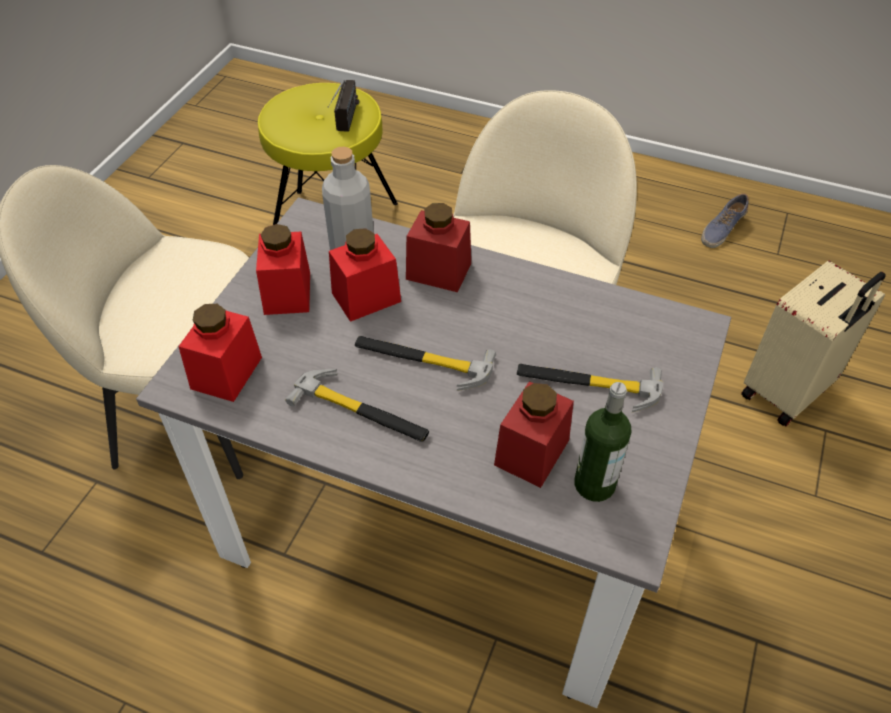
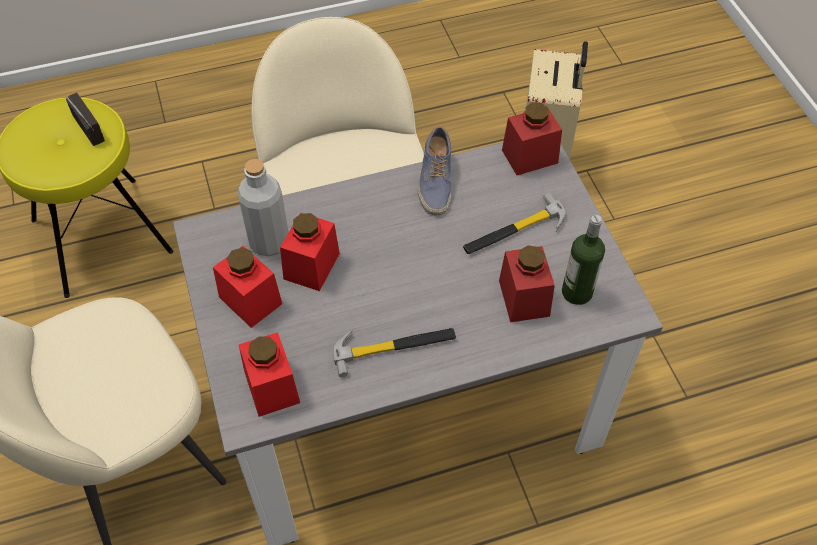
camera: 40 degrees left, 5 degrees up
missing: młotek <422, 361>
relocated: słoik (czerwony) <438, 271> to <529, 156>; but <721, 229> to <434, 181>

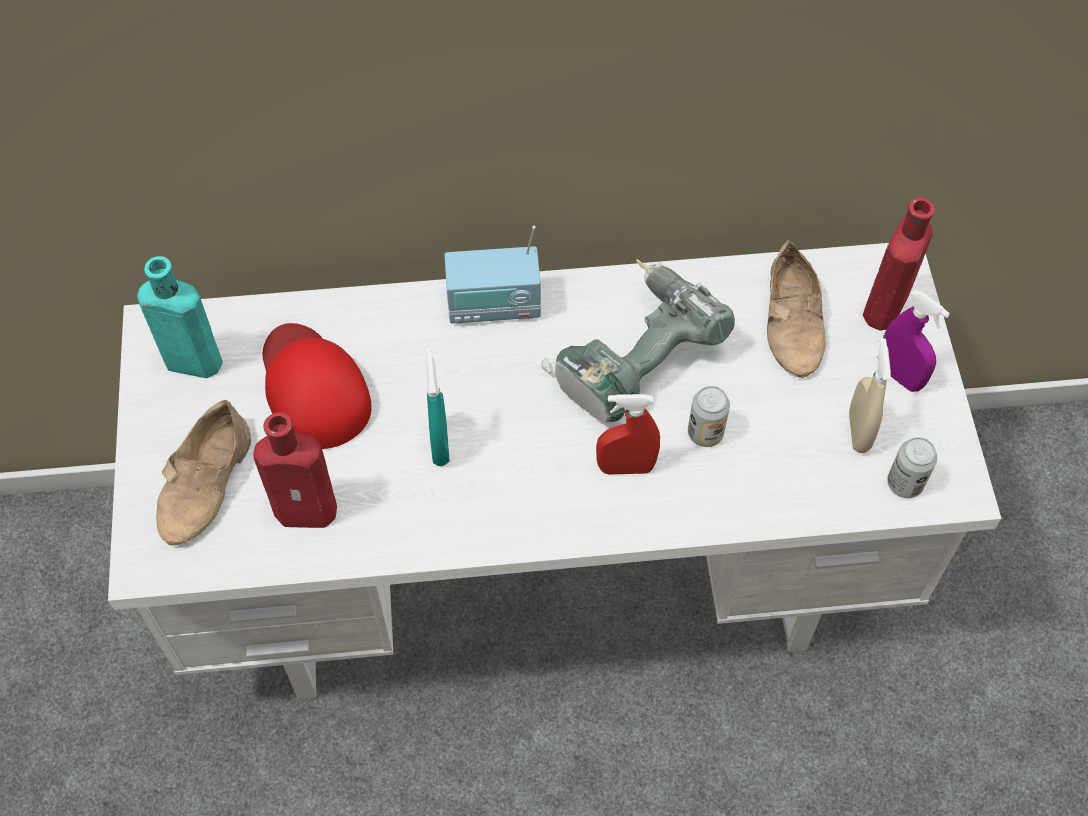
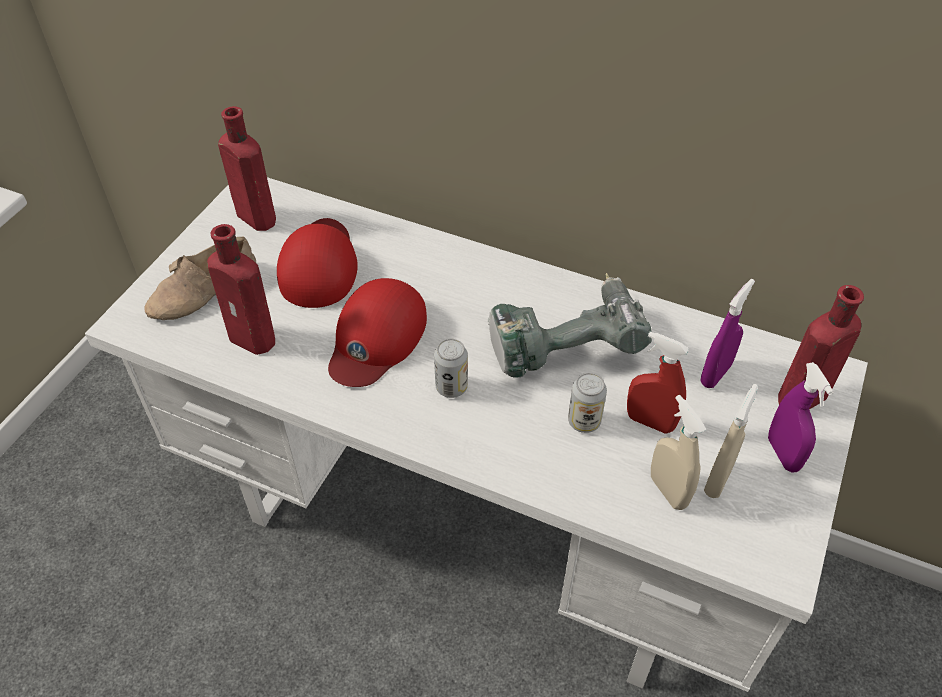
camera: 30 degrees right, 10 degrees down
missing: radio <494, 306>
appeared: spryskiwacz (beżowy) <668, 491>
relocated: spryskiwacz (czerwony) <625, 467> to <650, 422>; puszka <905, 483> to <451, 387>
exchanged: spryskiwacz (turkusowy) <440, 444> to czapka z daszkiem (czerwony) <376, 338>; but (beżowy) <795, 320> to spryskiwacz (fioletowy) <715, 374>
colour: butelka (turkusowy) <189, 361> to butelka (czerwony) <254, 216>

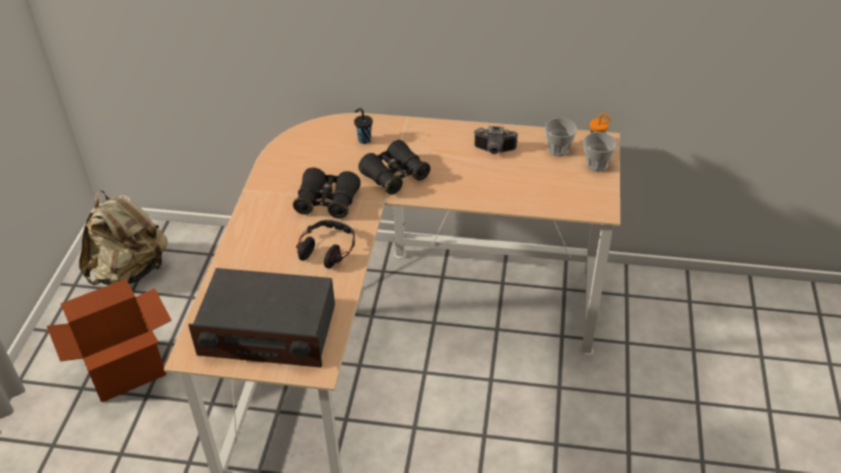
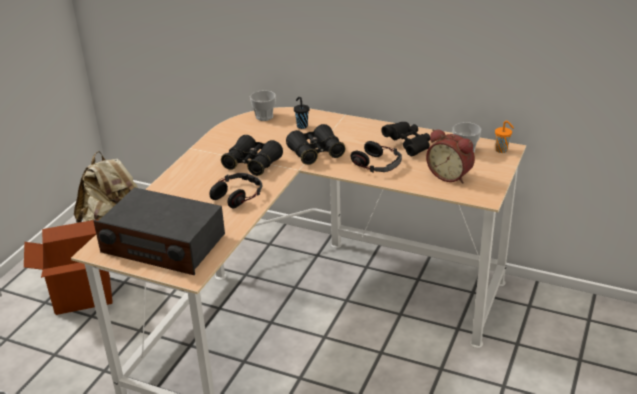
camera: 15 degrees right, 10 degrees down
appeared: słuchawki <377, 164>; budzik <450, 175>
relocated: filiżanka <596, 164> to <264, 116>
exchanged: aparat fotograficzny <494, 151> to lornetka (czarny) <408, 145>

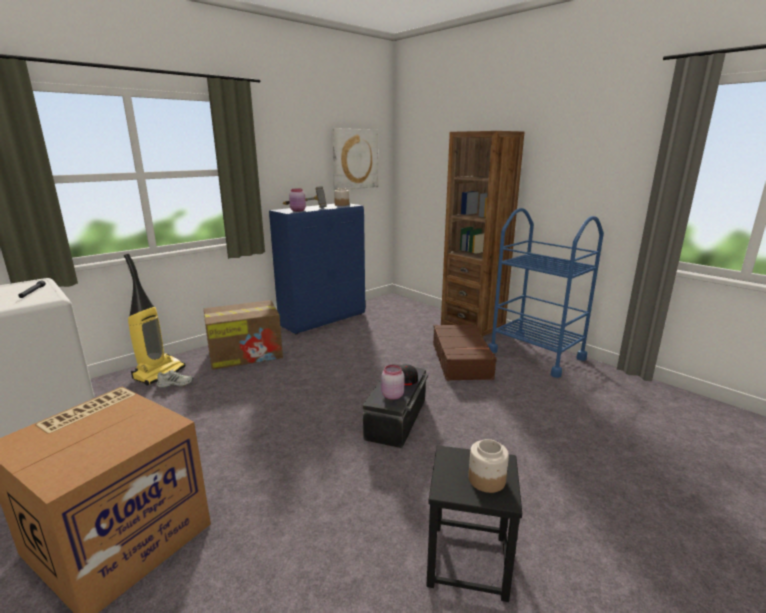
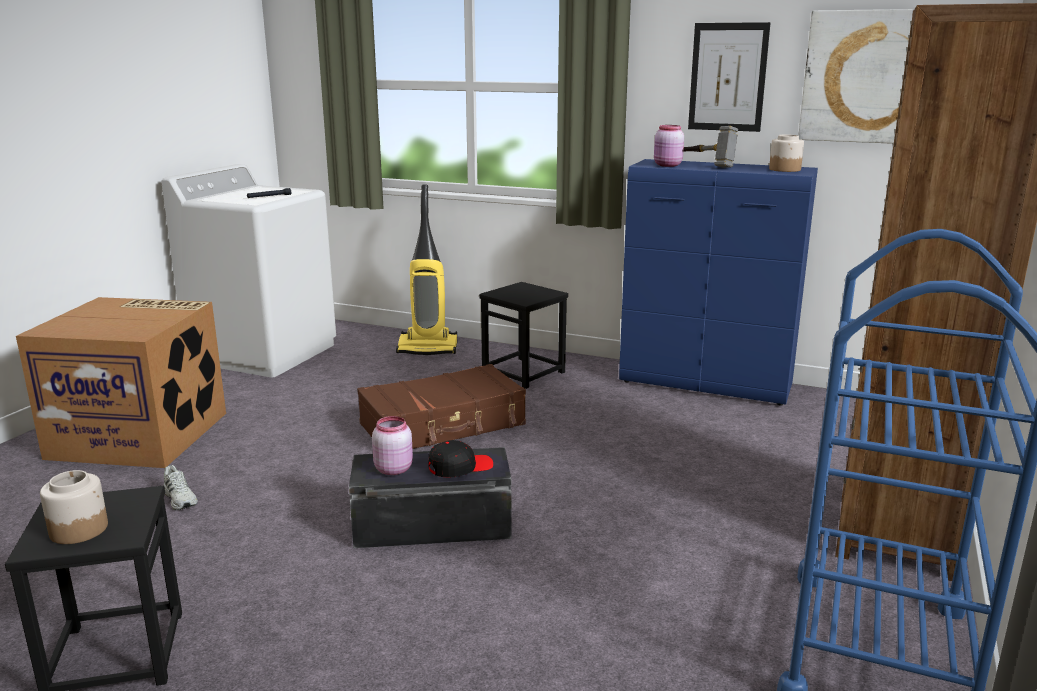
camera: 65 degrees right, 0 degrees up
appeared: obraz <728, 77>
relocated: but (biały) <175, 383> to <180, 498>; walizka (brązowy) <461, 360> to <443, 425>
exchanged: karton <246, 354> to stołek (czarny) <524, 372>

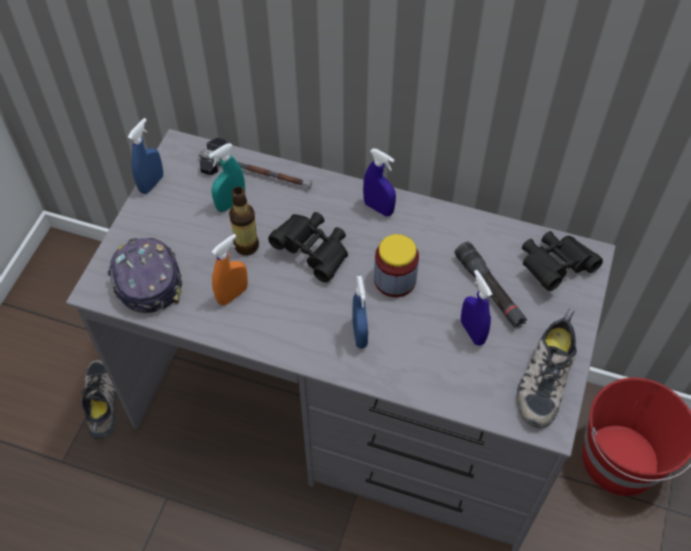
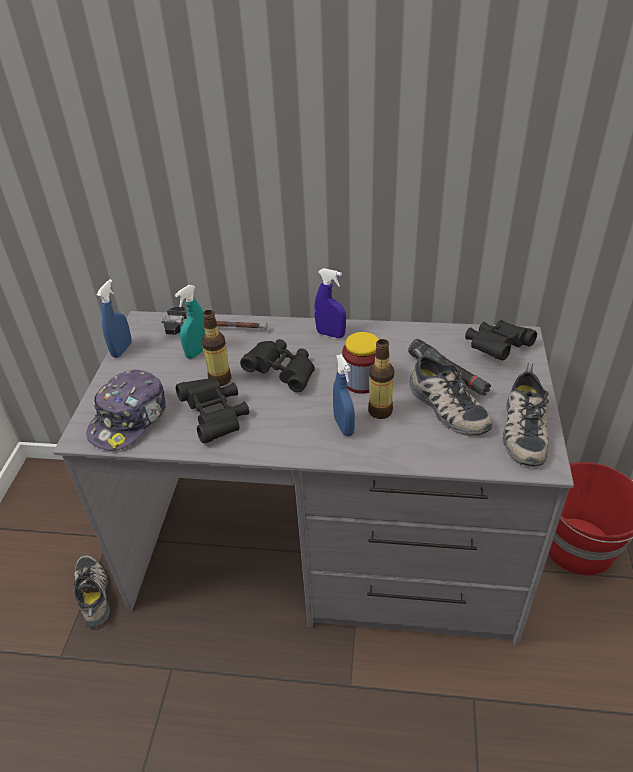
camera: 10 degrees left, 15 degrees down
appeared: butelka <380, 411>
exchanged: spryskiwacz (pomarańczowy) <232, 295> to lornetka (czarny) <216, 417>; spryskiwacz (niebieski) <472, 332> to but <445, 406>
spun: czapka z daszkiem <146, 278> = <130, 419> 120 degrees counterclockwise

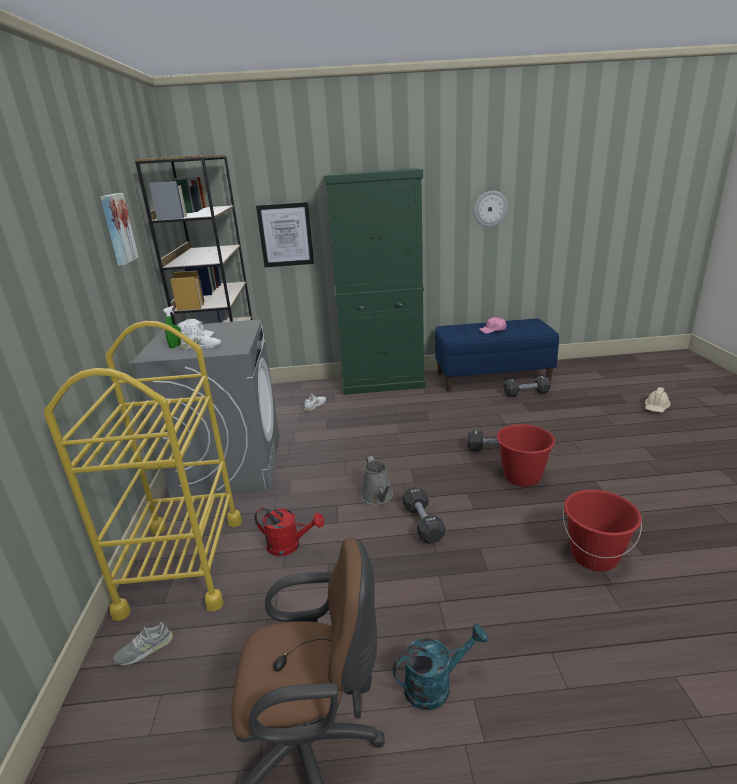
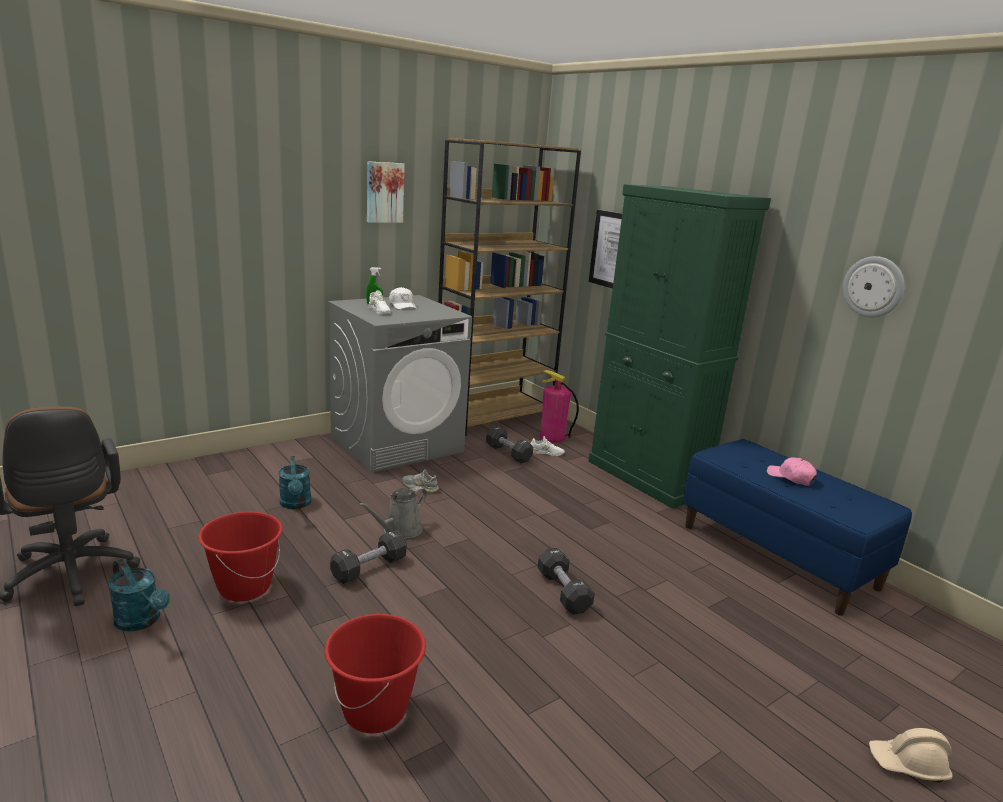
camera: 55 degrees right, 5 degrees down
missing: wózek (żółty) <183, 564>
appeared: gaśnica <552, 437>
relocated: but (szary) <144, 649> to <420, 486>; wiadro (czerwony) <522, 477> to <244, 587>; hantel (czarny) <526, 393> to <508, 453>
colour: konewka (czerwony) <289, 545> to konewka (turkusowy) <296, 504>

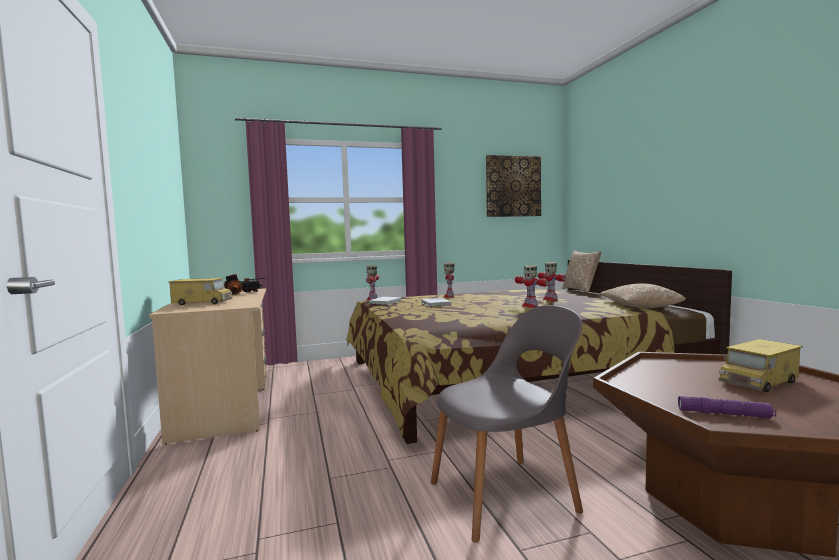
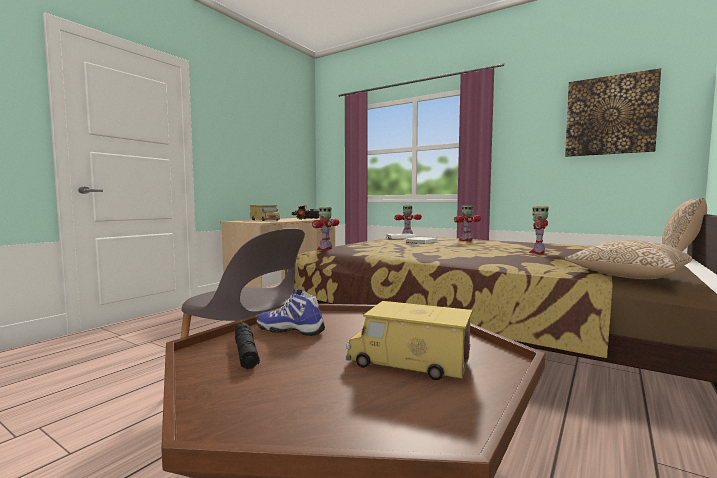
camera: 50 degrees right, 0 degrees up
appeared: but <291, 330>
relocated: robot zabawkowy <529, 306> to <325, 249>
colour: latarka (fioletowy) <724, 414> to latarka (czarny) <246, 352>

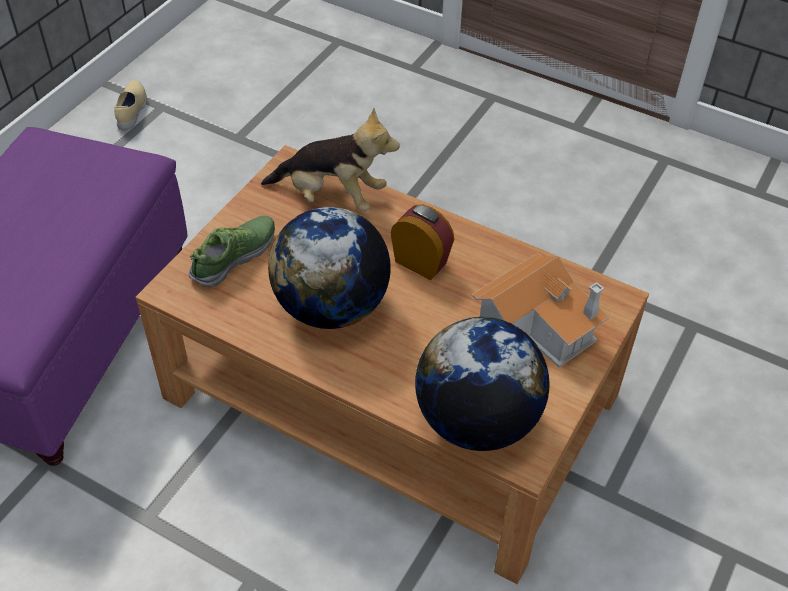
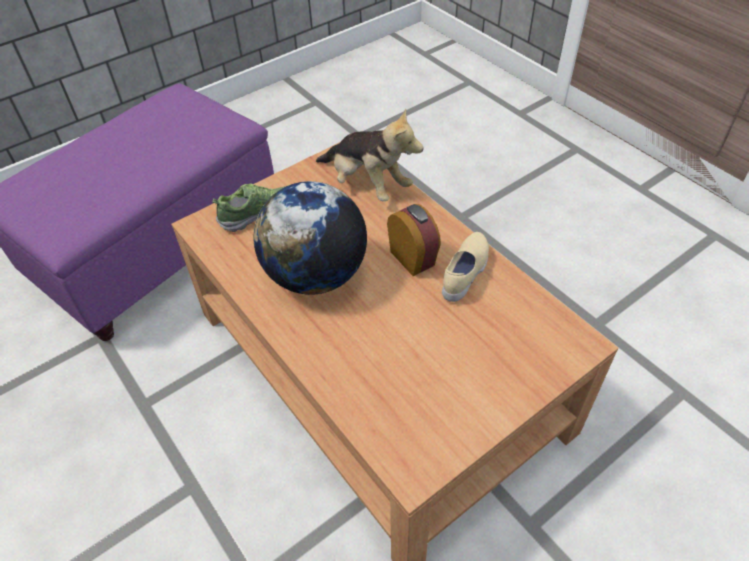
camera: 25 degrees right, 0 degrees up
missing: globus <476, 421>; domek <538, 326>
relocated: but (beżowy) <132, 111> to <465, 274>

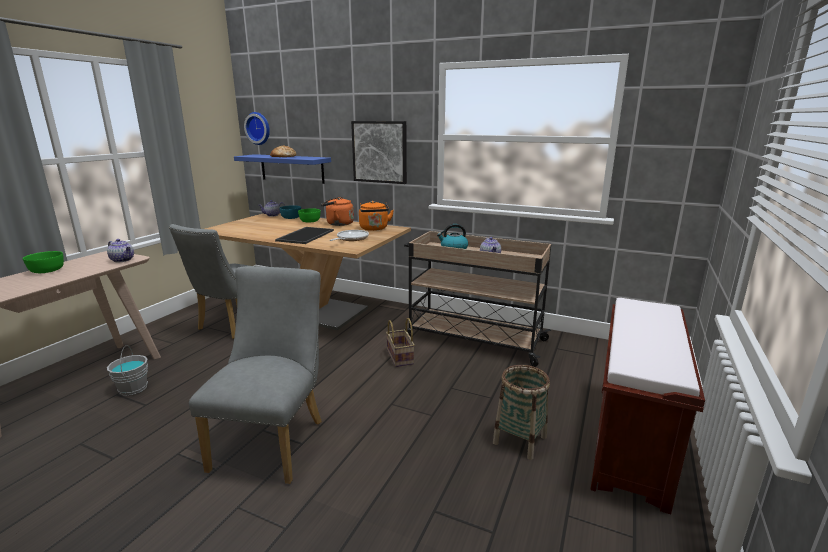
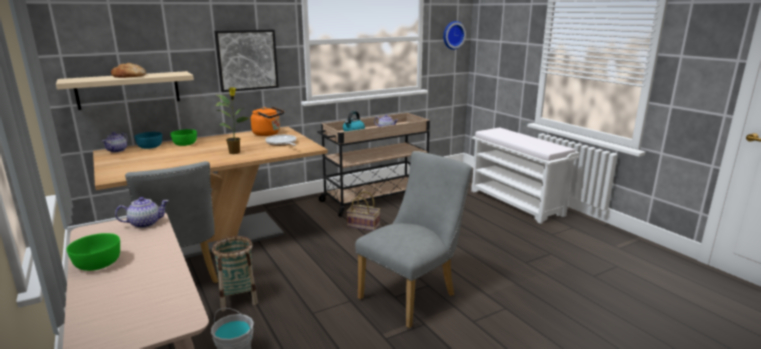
camera: 55 degrees left, 0 degrees up
missing: czajnik (pomarańczowy) <338, 224>
relocated: zegar ścienny <259, 128> to <452, 35>; koszyk <520, 440> to <238, 298>
exchanged: taca <305, 235> to roślina doniczkowa <235, 152>
colour: półka (niebieski) <292, 168> to półka (beżowy) <128, 90>; ławka (brązowy) <631, 441> to ławka (biały) <516, 203>
spun: krzesło (szary) <274, 440> = <412, 294> 90 degrees clockwise

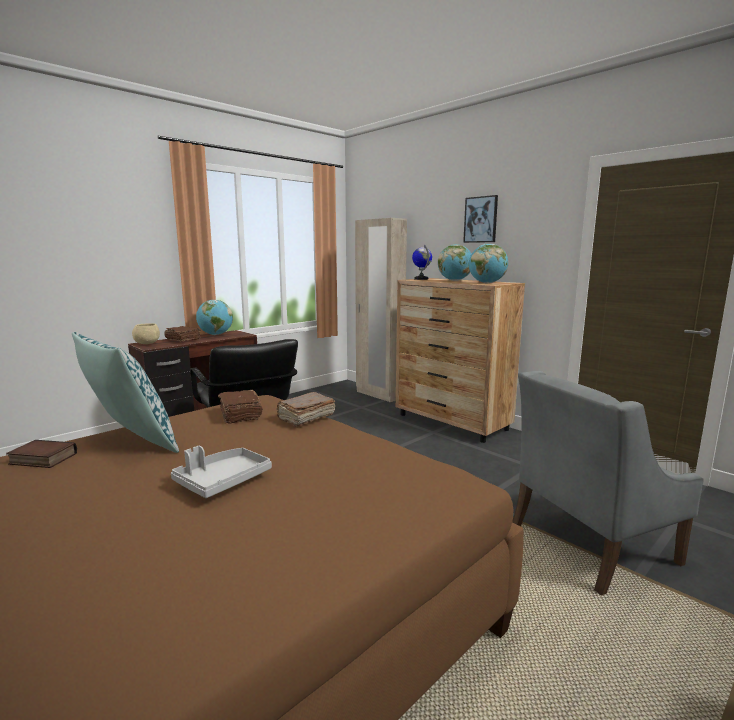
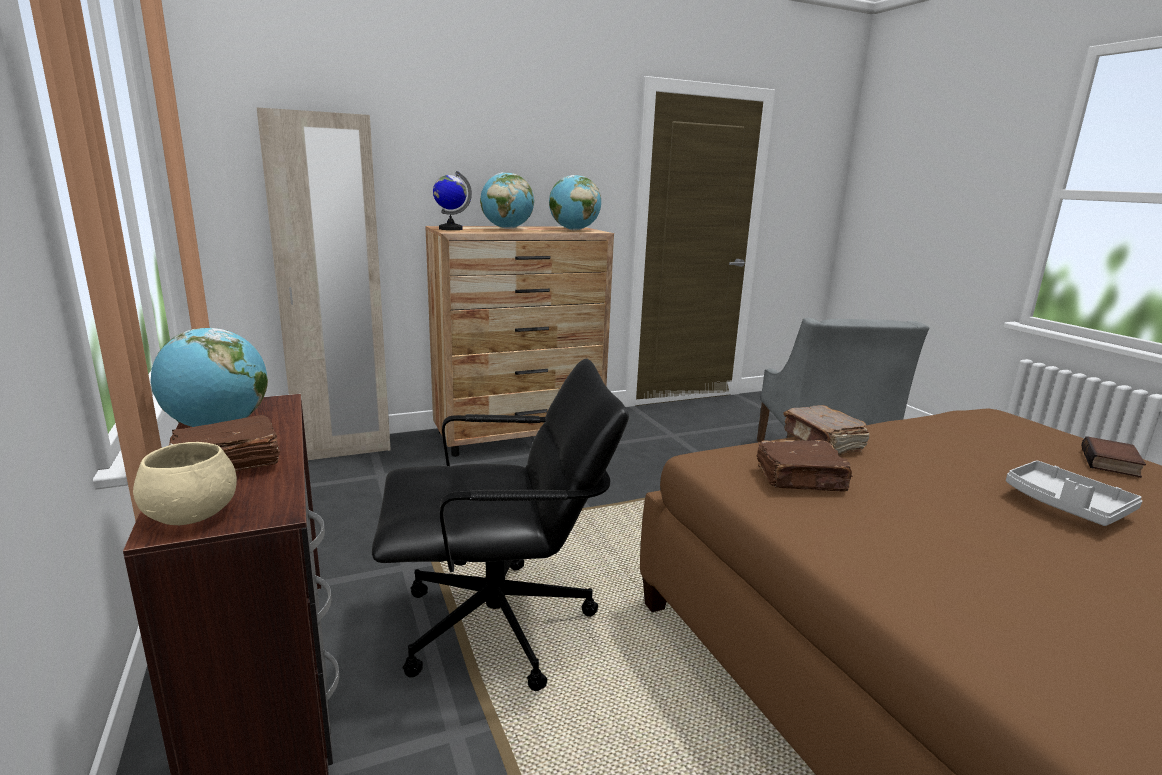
camera: 70 degrees left, 5 degrees up
missing: poduszka <130, 442>; obraz <481, 219>
relocated: książka <41, 459> to <1112, 463>

